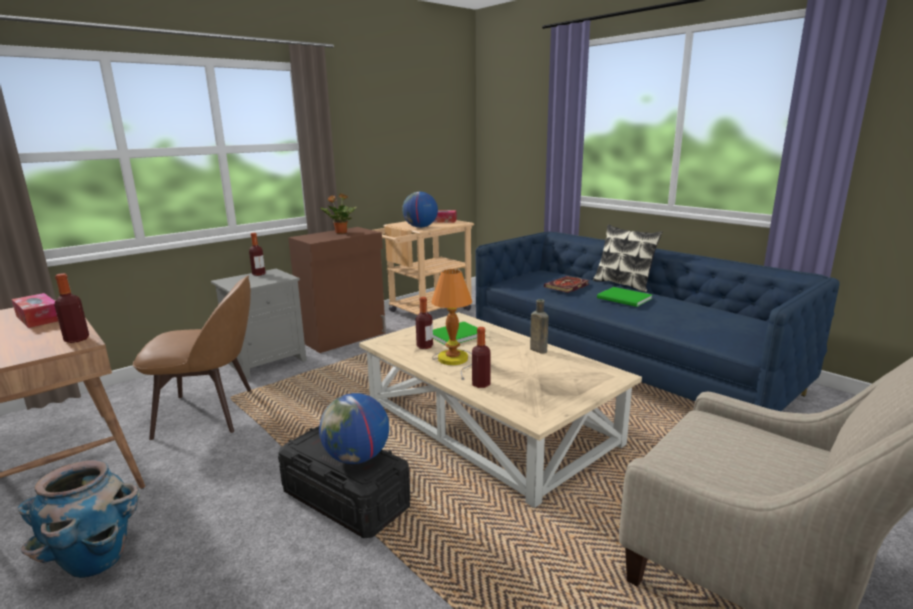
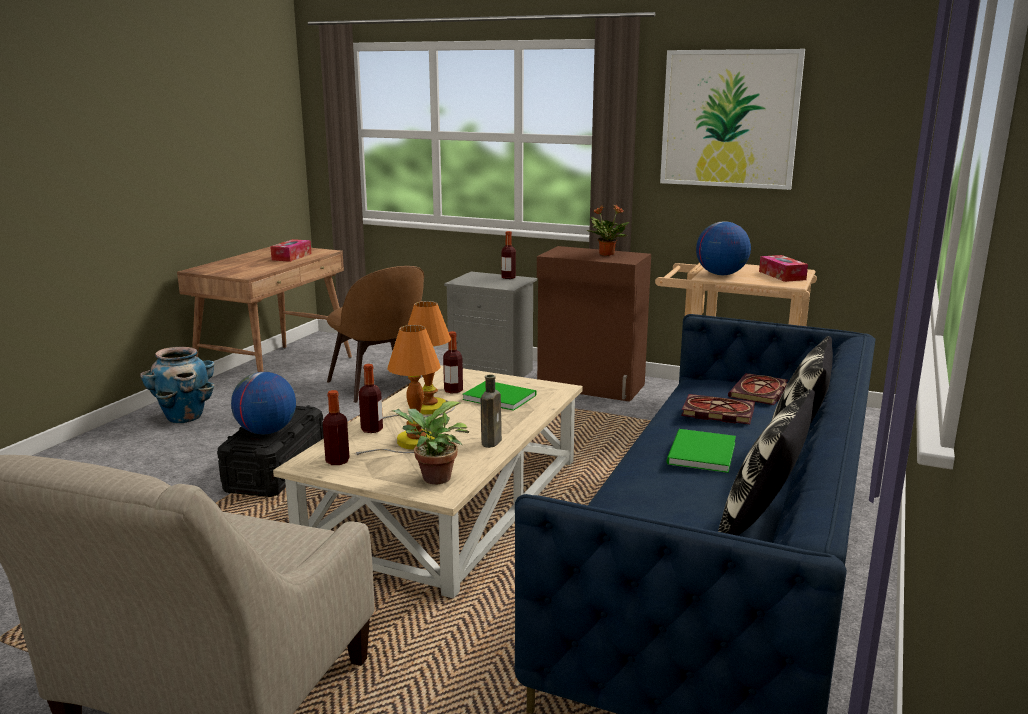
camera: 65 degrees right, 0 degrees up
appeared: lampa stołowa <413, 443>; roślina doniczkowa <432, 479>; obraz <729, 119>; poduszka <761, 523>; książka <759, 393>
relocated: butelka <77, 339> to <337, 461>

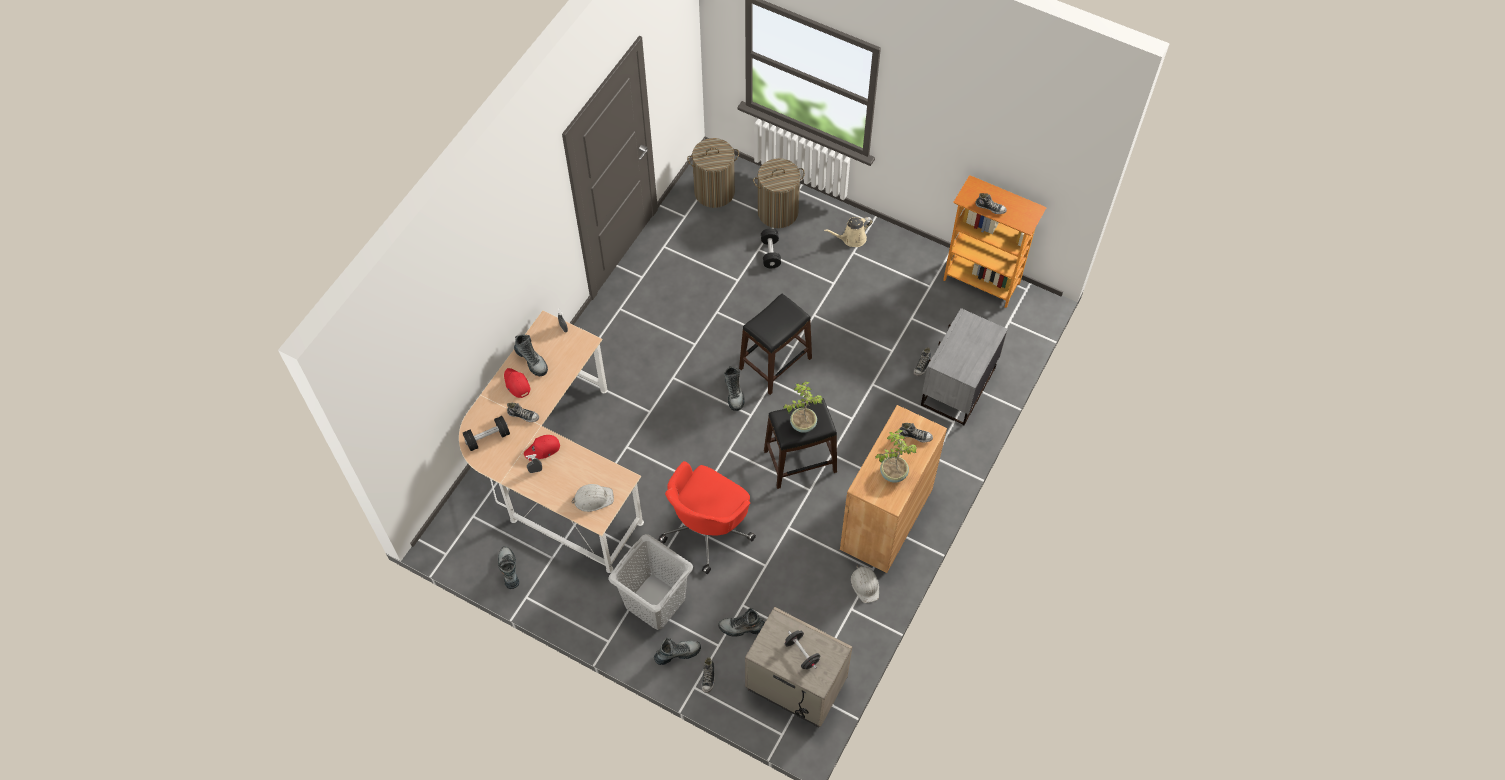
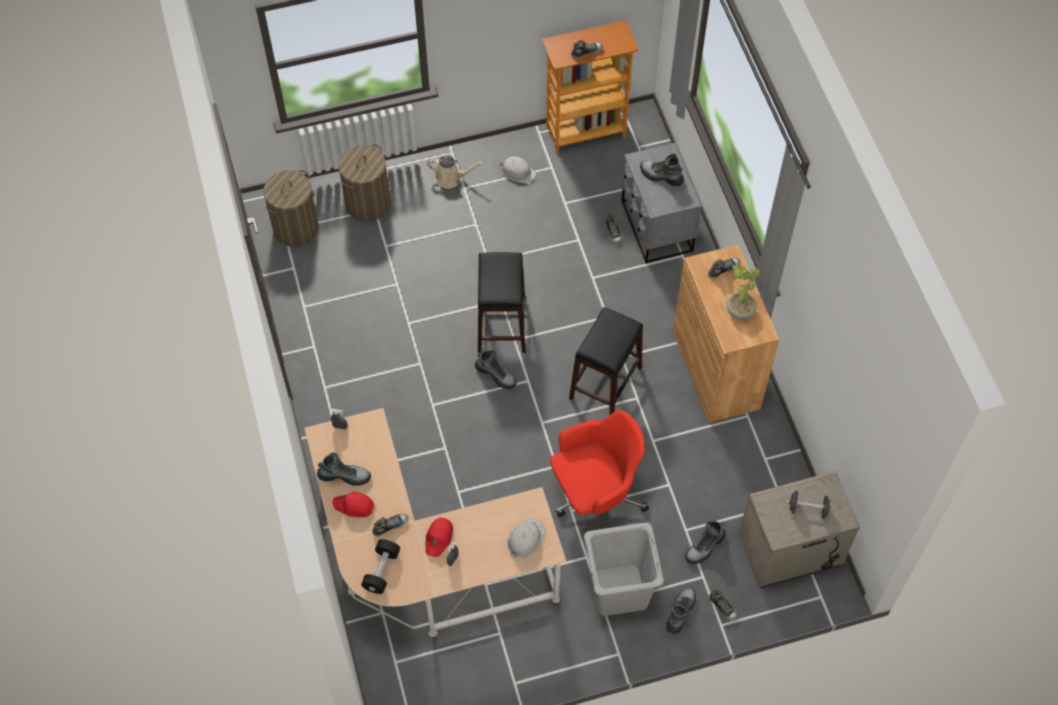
camera: 45 degrees left, 0 degrees up
missing: hantel (czarny) <770, 253>; roślina doniczkowa <802, 423>
relocated: but z cholewką <509, 569> to <661, 176>; kask (biały) <865, 584> to <517, 172>
spun: krzesło biurowe (czerwony) <707, 528> = <594, 497> 105 degrees counterclockwise; konewka (beżowy) <851, 239> = <451, 178> 105 degrees counterclockwise

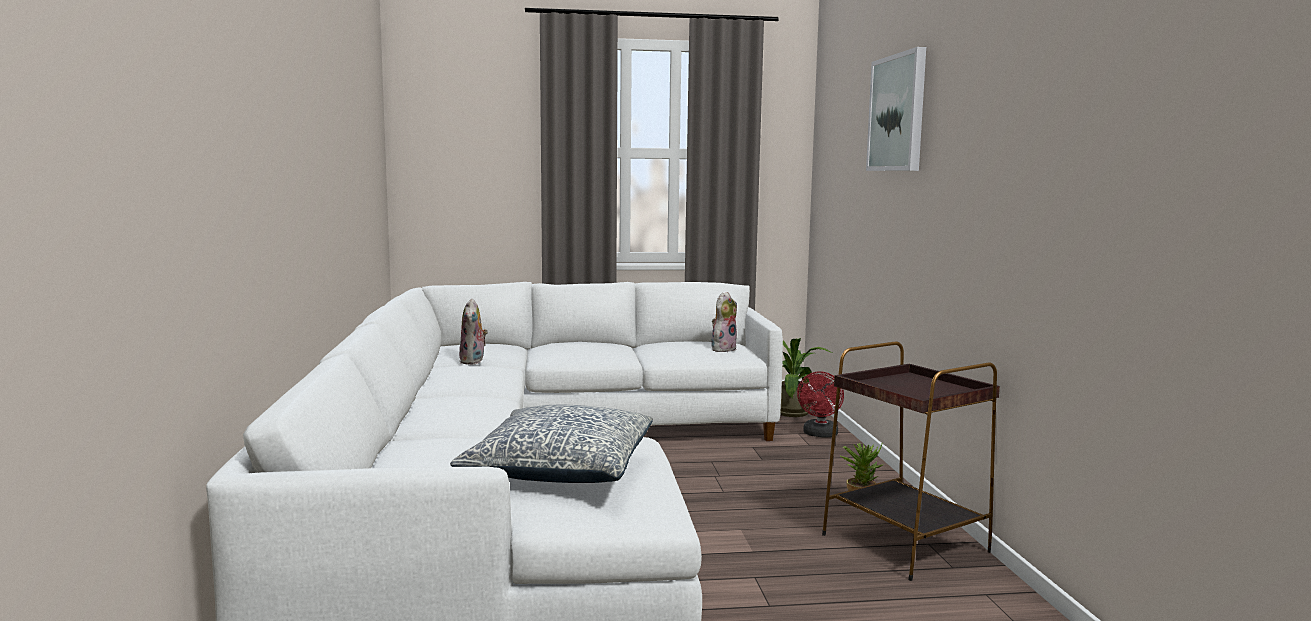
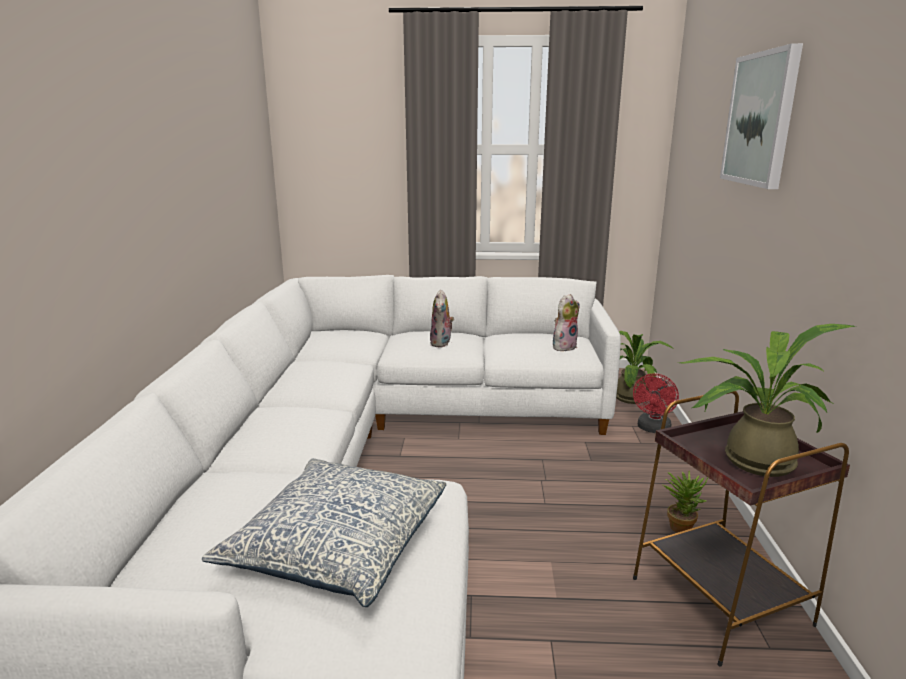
camera: 10 degrees right, 10 degrees up
appeared: roślina doniczkowa <749, 460>
relocated: pluszak <473, 361> to <442, 343>

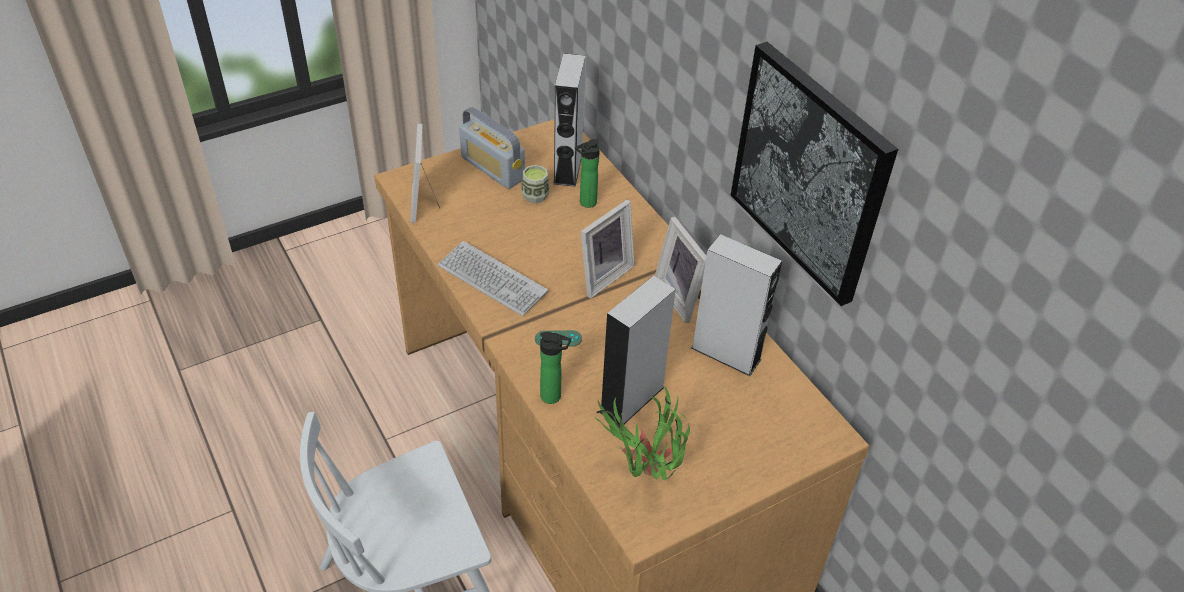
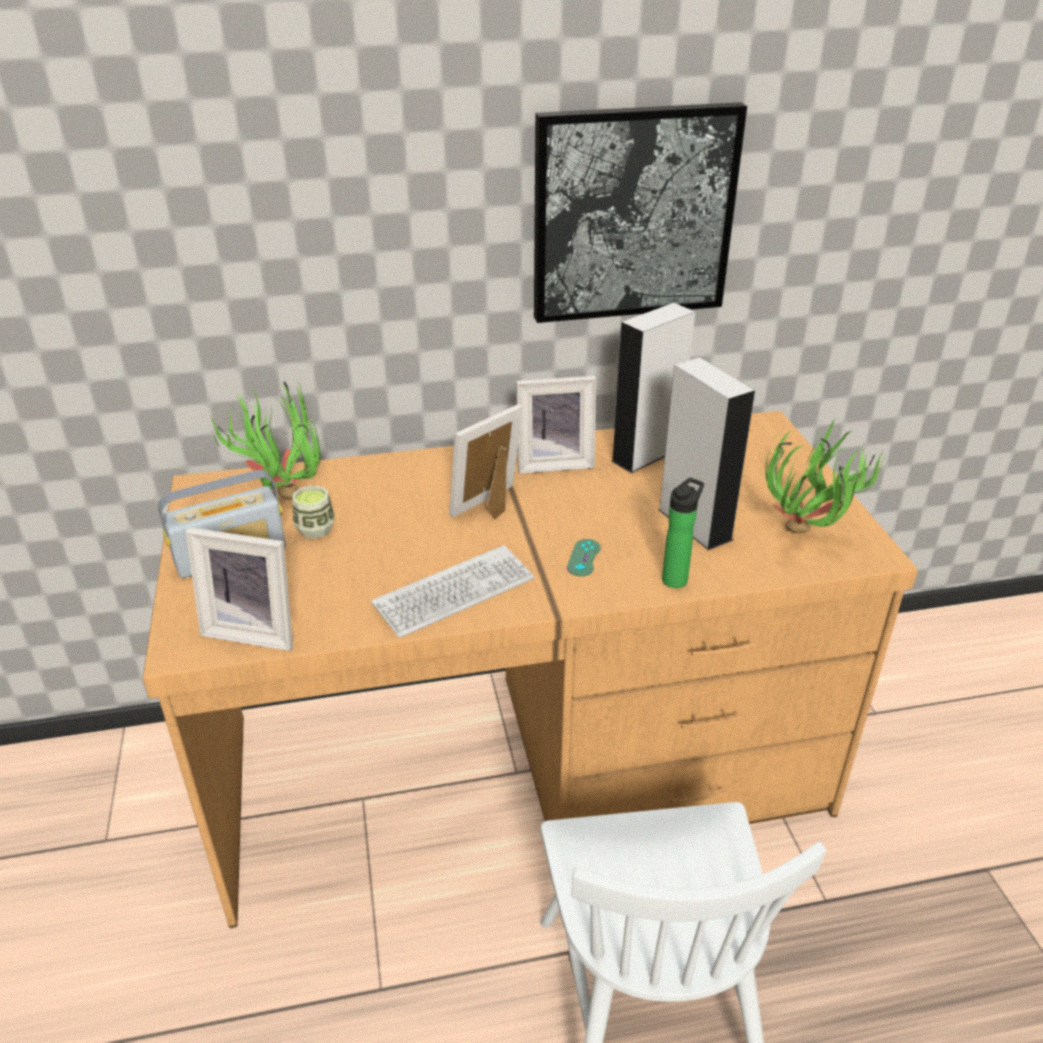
camera: 70 degrees left, 10 degrees down
missing: butelka <586, 203>
exchanged: głośnik (szary) <568, 167> to roślina doniczkowa <280, 494>
spun: ramka na zdjęcie <602, 275> = <492, 506> 105 degrees counterclockwise

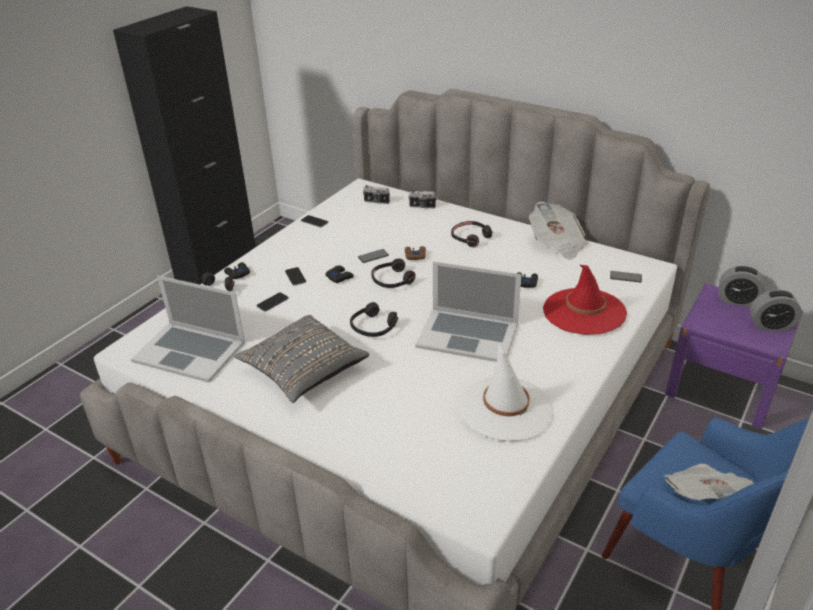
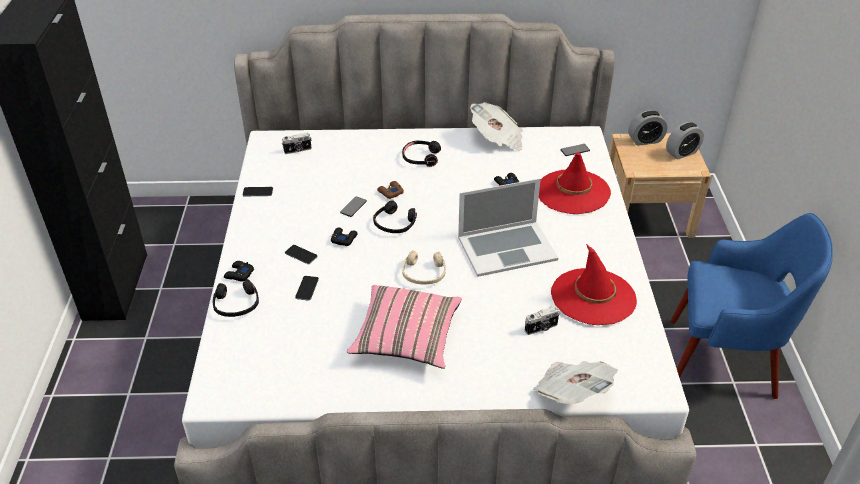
camera: 35 degrees left, 5 degrees up
missing: laptop <190, 351>
relocated: aparat fotograficzny <422, 207> to <541, 328>; gazeta <704, 497> to <572, 393>
colour: poduszka (szary) <303, 371> to poduszka (różowy) <406, 338>; słuchawki (czarny) <373, 327> to słuchawki (beżowy) <424, 273>; kapelusz (biały) <505, 408> to kapelusz (czerwony) <593, 297>; szafka nocna (fioletowy) <722, 386> to szafka nocna (beżowy) <647, 214>

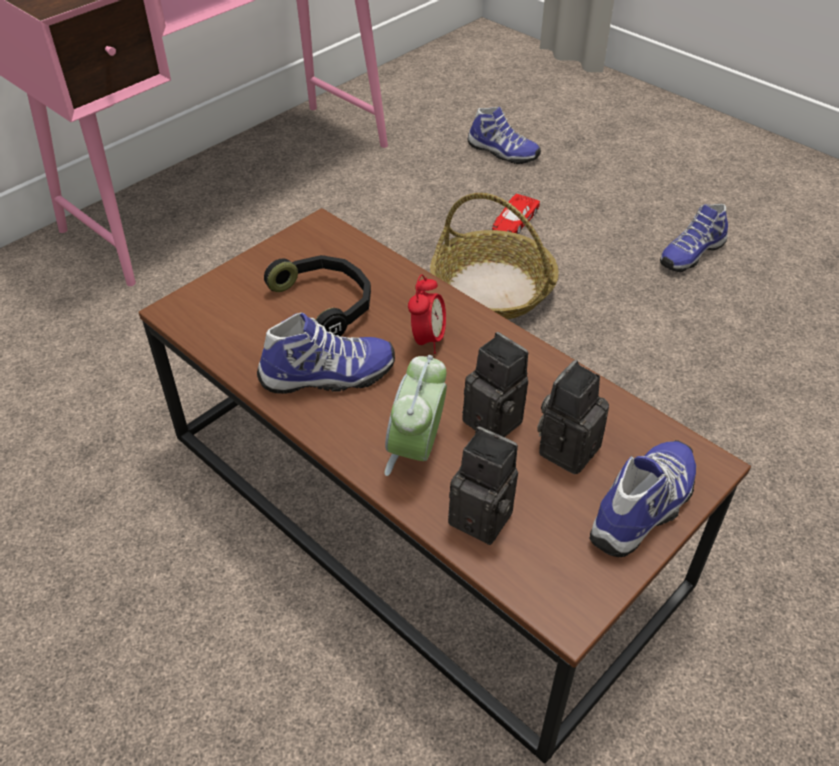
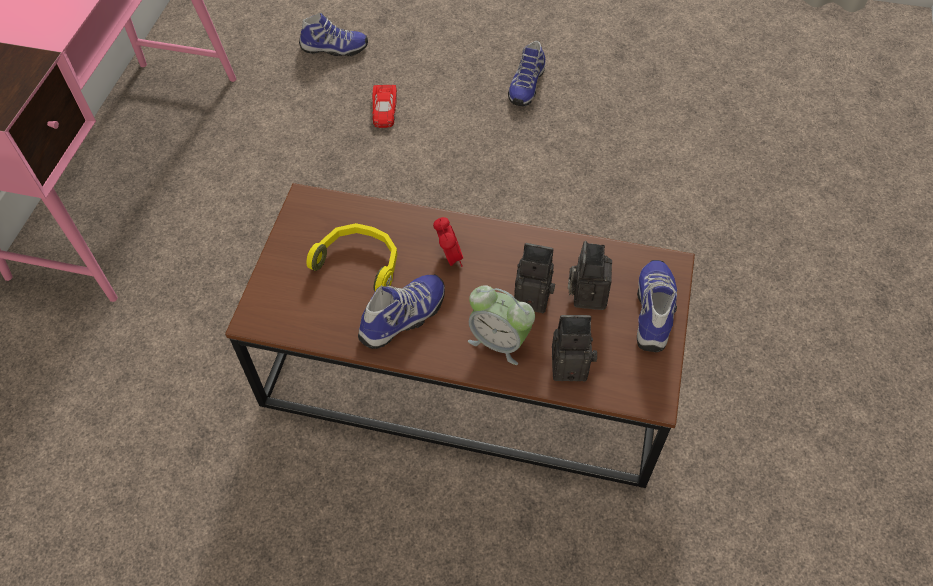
camera: 30 degrees left, 10 degrees up
missing: koszyk <491, 289>
colour: słuchawki (czarny) <326, 303> to słuchawki (żółty) <360, 262>
spun: budzik <416, 450> = <499, 341> 45 degrees counterclockwise

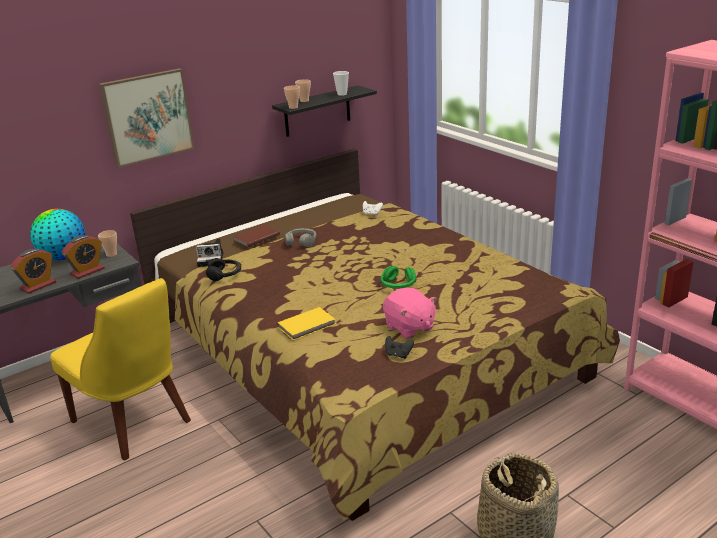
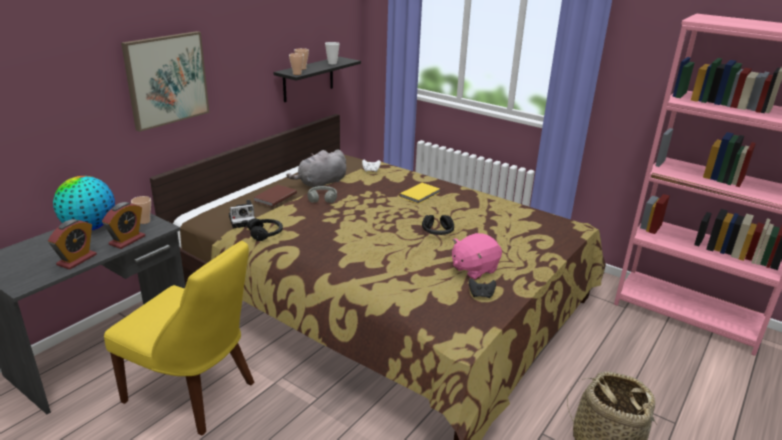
camera: 20 degrees left, 0 degrees up
appeared: pluszak (szary) <320, 184>
relocated: książka (żółty) <307, 325> to <420, 194>
colour: słuchawki (zielony) <398, 285> to słuchawki (czarny) <437, 232>
spun: pluszak (różowy) <409, 327> = <473, 269> 105 degrees clockwise

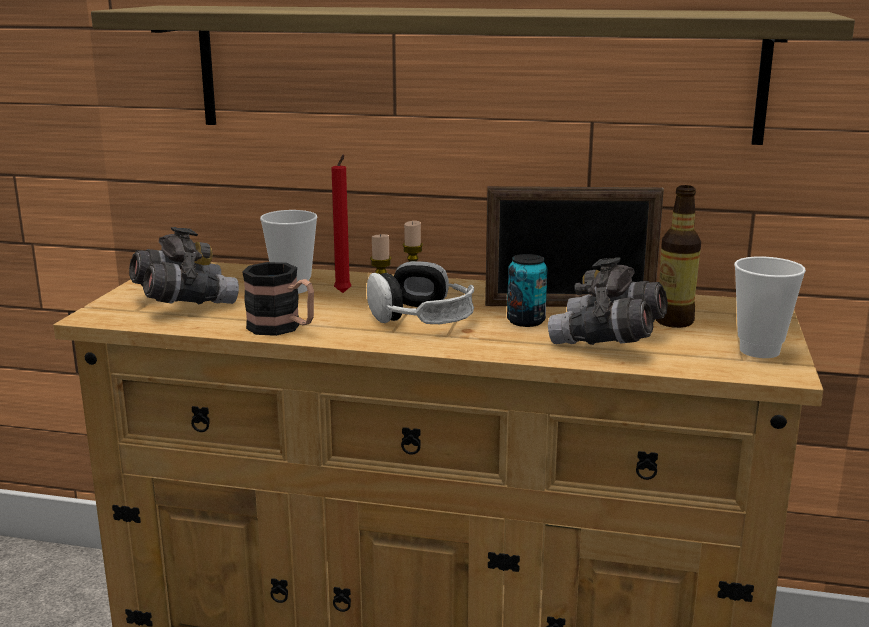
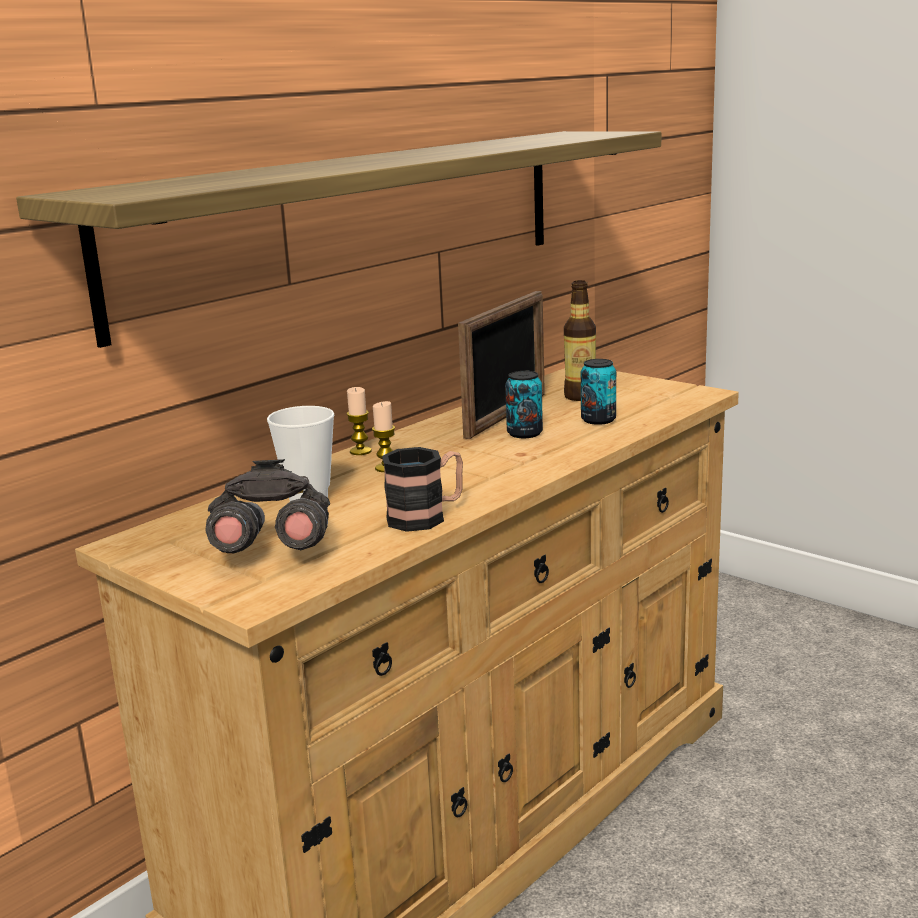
camera: 60 degrees left, 0 degrees up
missing: świeca (czerwony) <343, 294>; słuchawki <421, 318>; filiżanka <759, 351>
exchanged: lornetka (szary) <607, 341> to puszka <598, 420>

